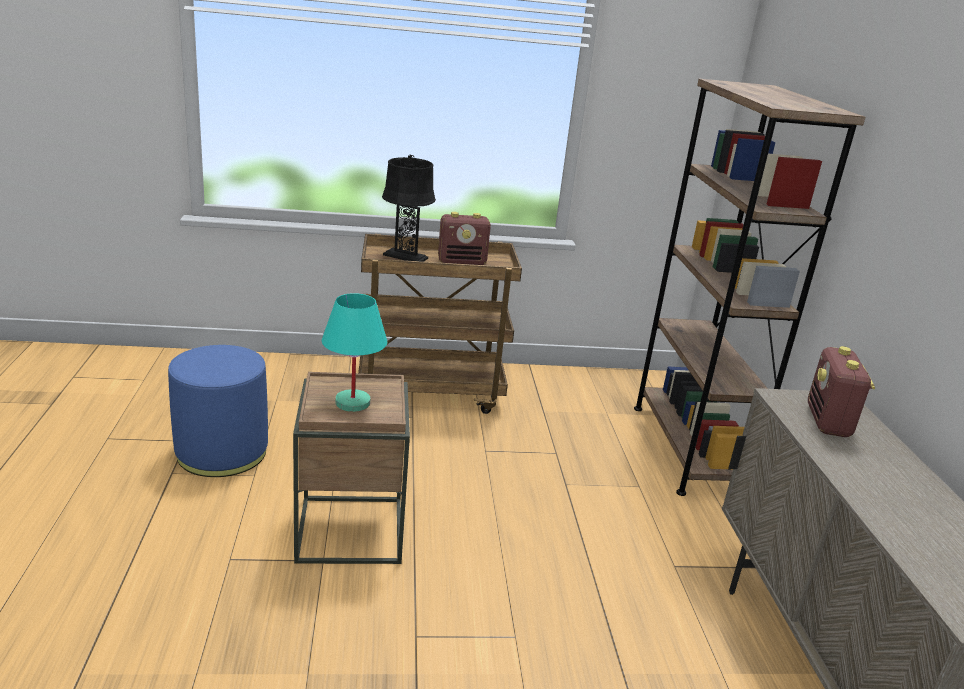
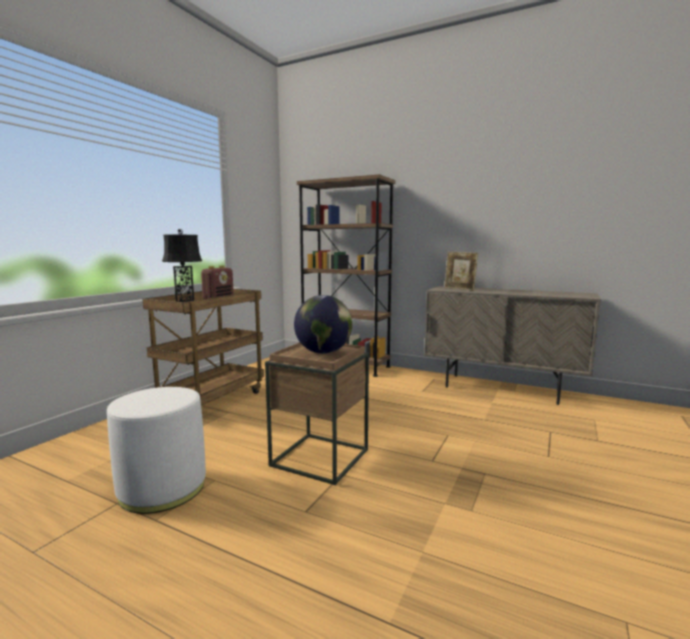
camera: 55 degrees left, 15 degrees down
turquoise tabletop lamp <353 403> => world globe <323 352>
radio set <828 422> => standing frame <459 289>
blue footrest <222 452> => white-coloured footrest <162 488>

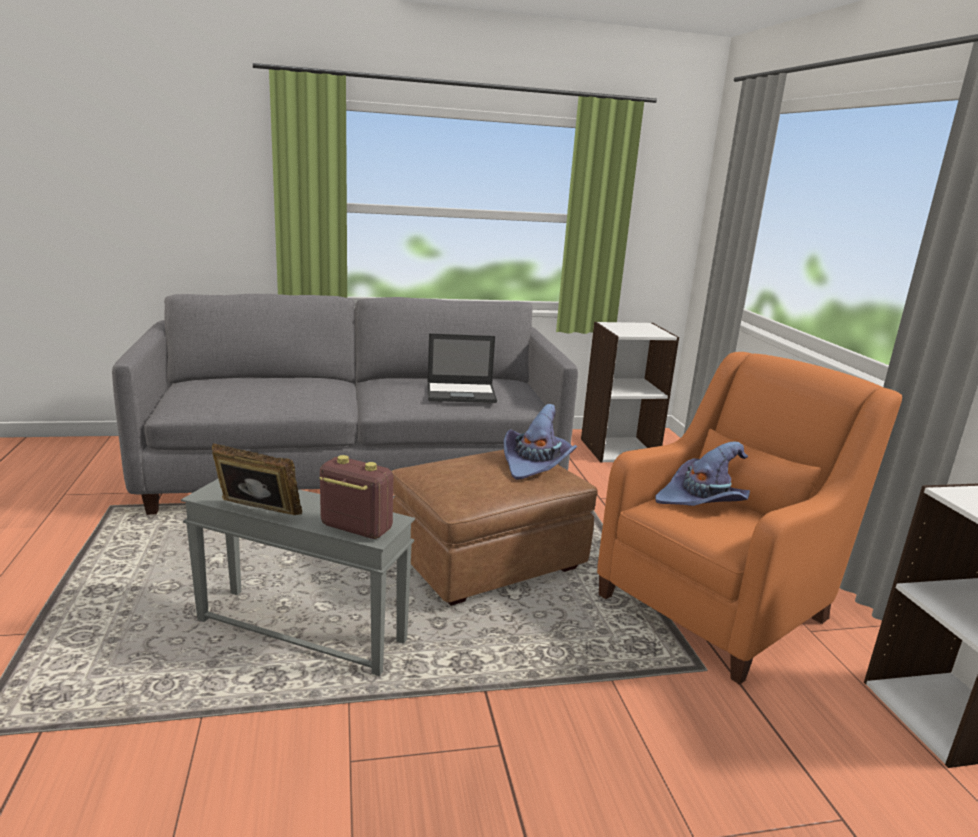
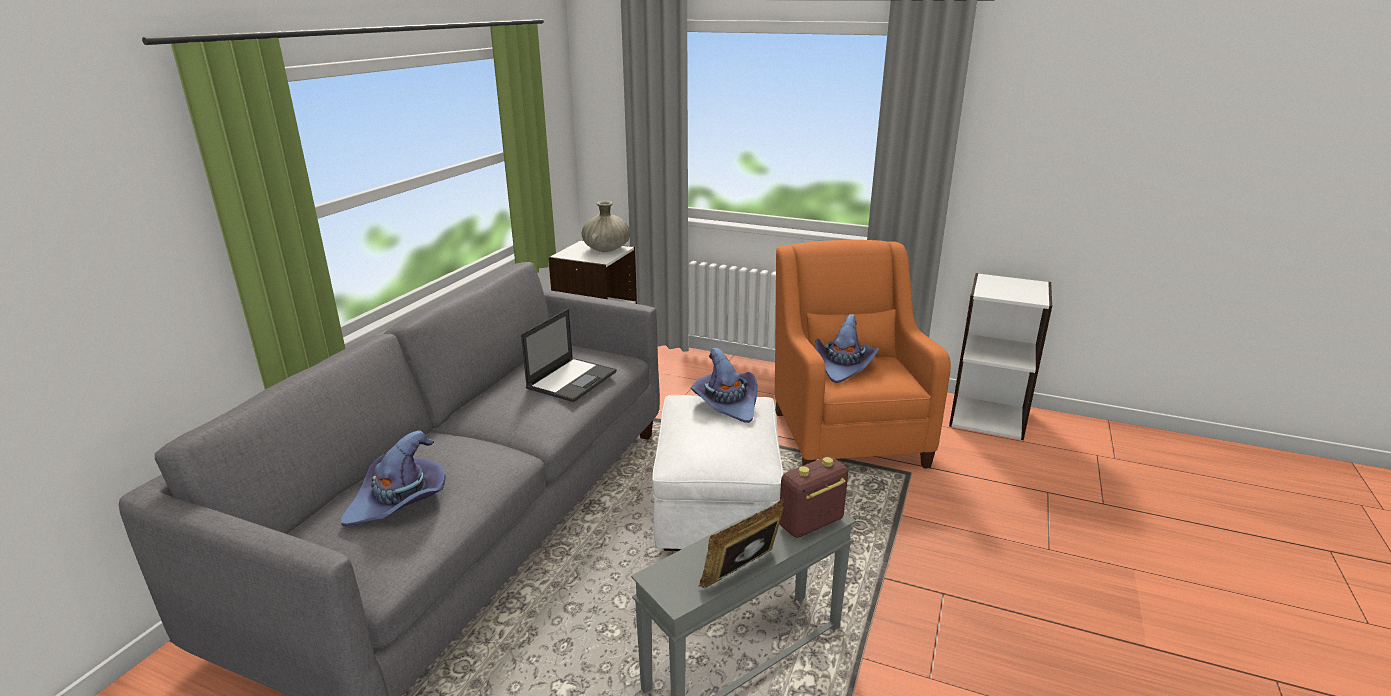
camera: 55 degrees left, 5 degrees up
nothing => purplish clothing hat <399 501>
nothing => sand-coloured flower vase <607 249>
brown-coloured footrest <488 561> => white-coloured footrest <716 508>

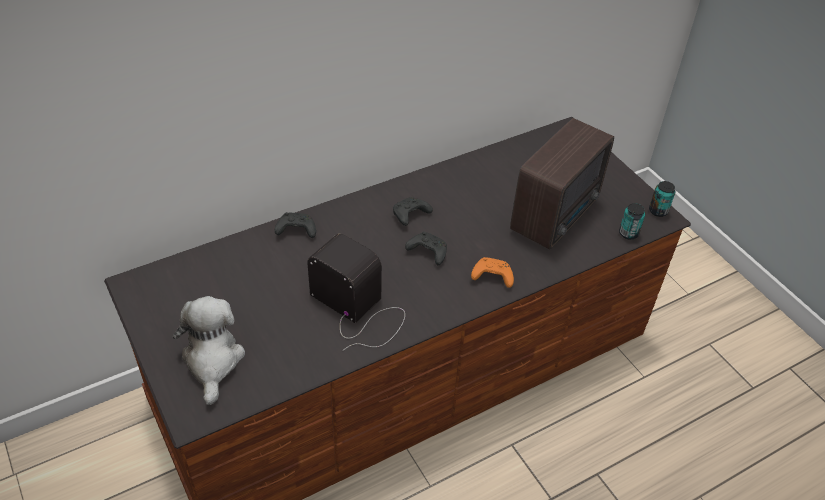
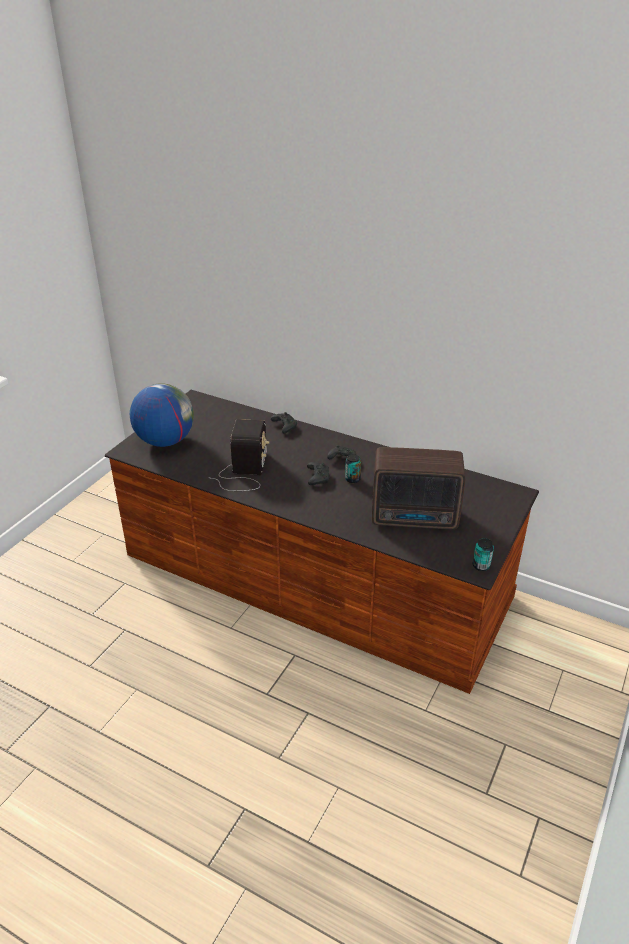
camera: 60 degrees right, 10 degrees down
orange-coloured gamepad <491 277> => nothing
sealed can <628 233> => sealed can <352 479>, move
soft toy <212 360> => world globe <165 441>

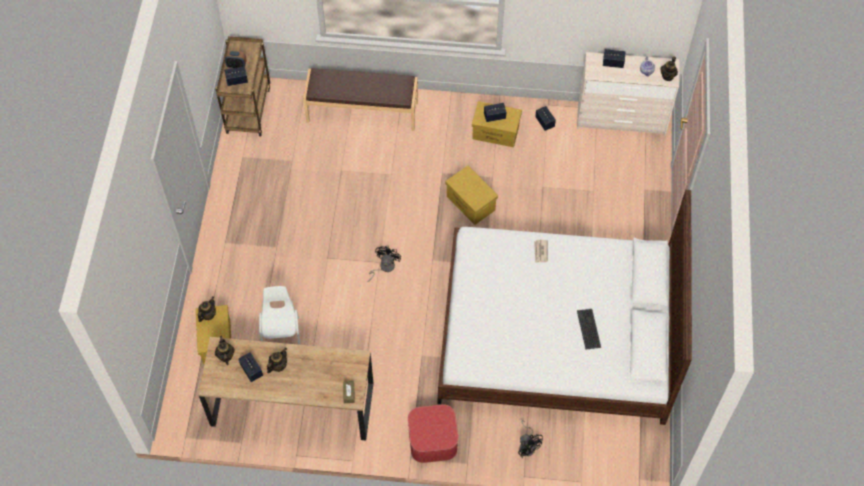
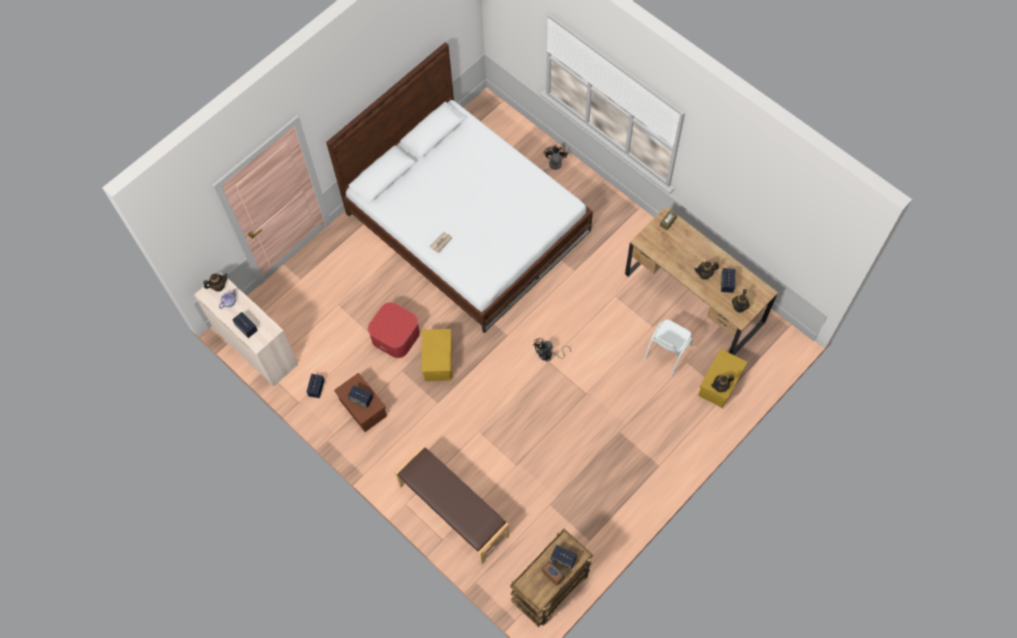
camera: 140 degrees left, 5 degrees up
PC keyboard <589 329> => nothing
footrest <432 439> => footrest <395 335>, move
yellow-coloured storage bin <495 132> => brown-coloured storage bin <363 408>

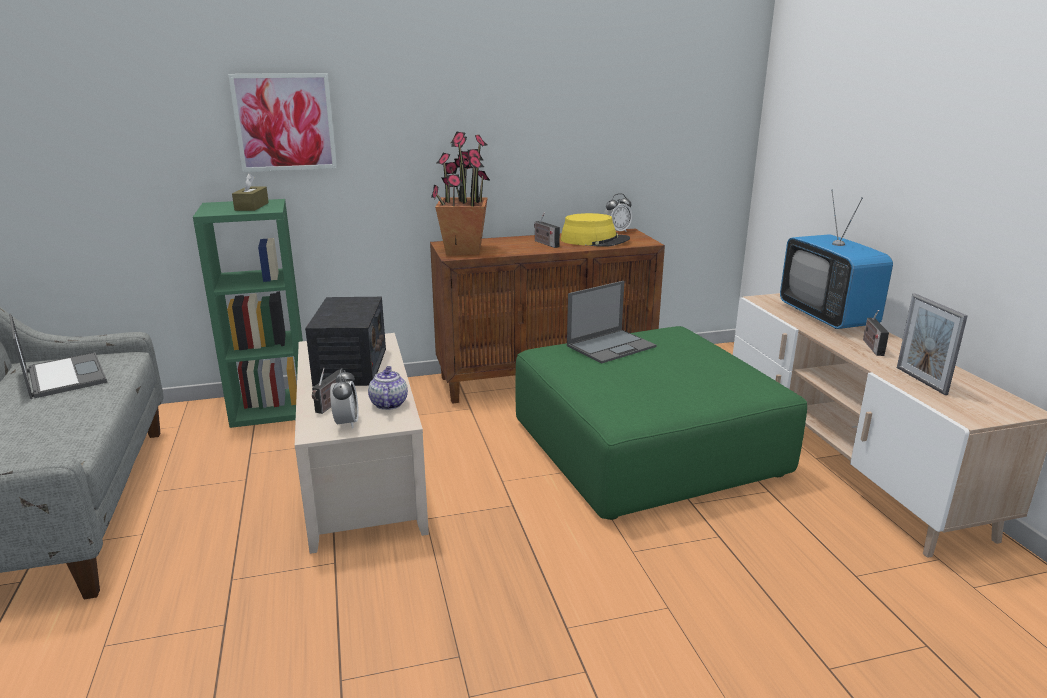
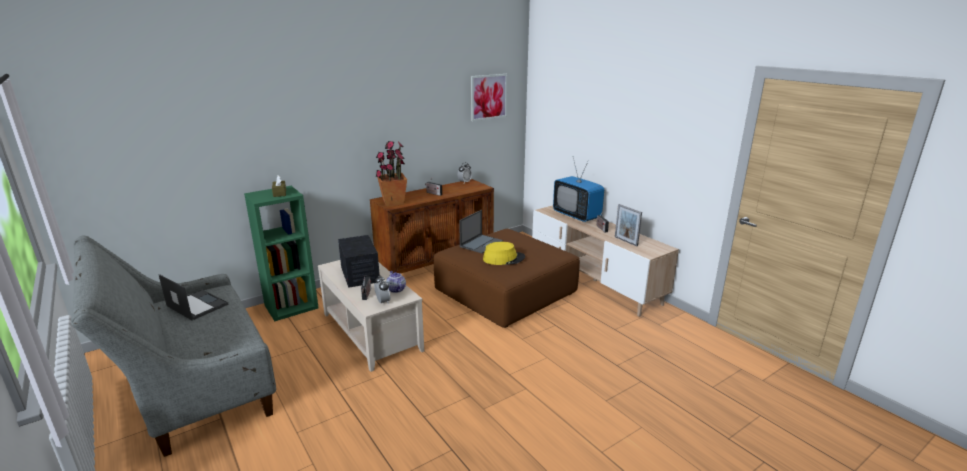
camera: 20 degrees left, 0 degrees up
picture <284 122> => picture <488 97>, move
yellow-coloured clothing hat <594 240> => yellow-coloured clothing hat <503 258>, move
greenish footrest <646 446> => brown-coloured footrest <505 291>

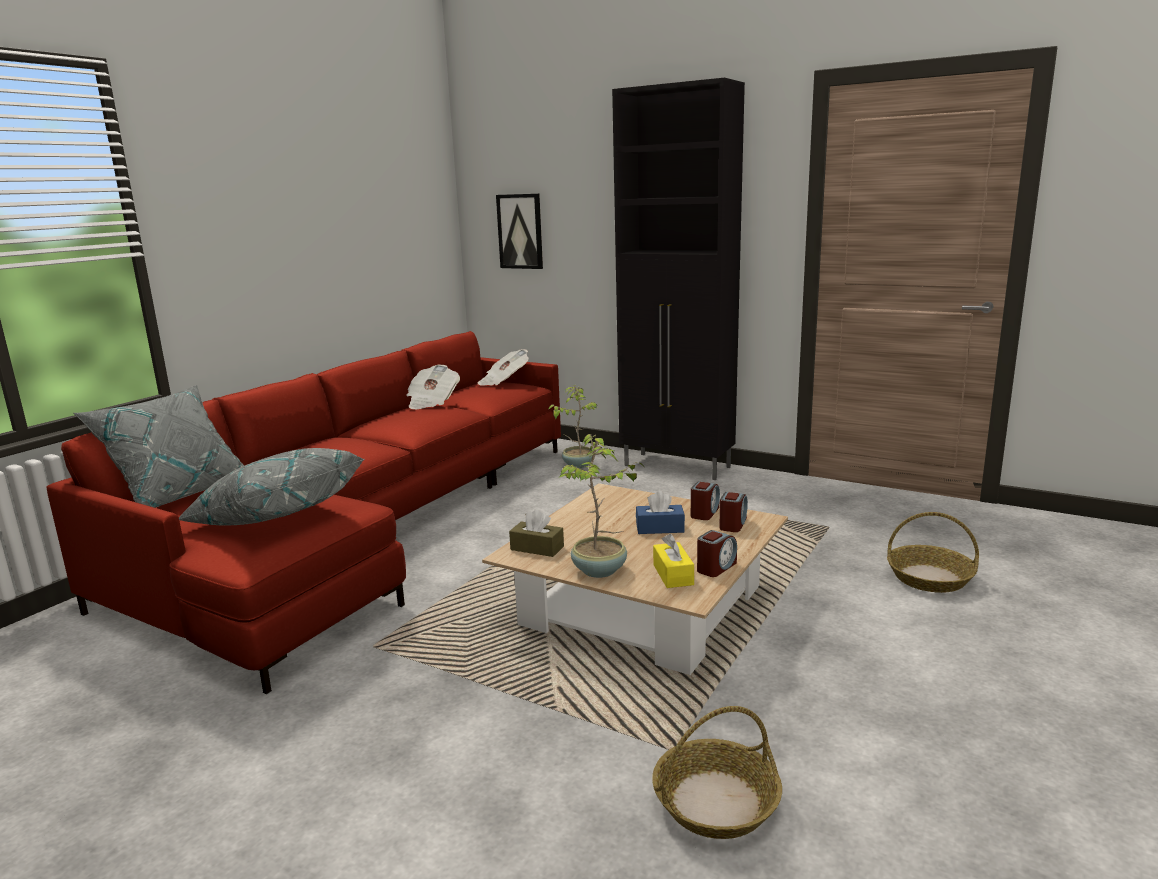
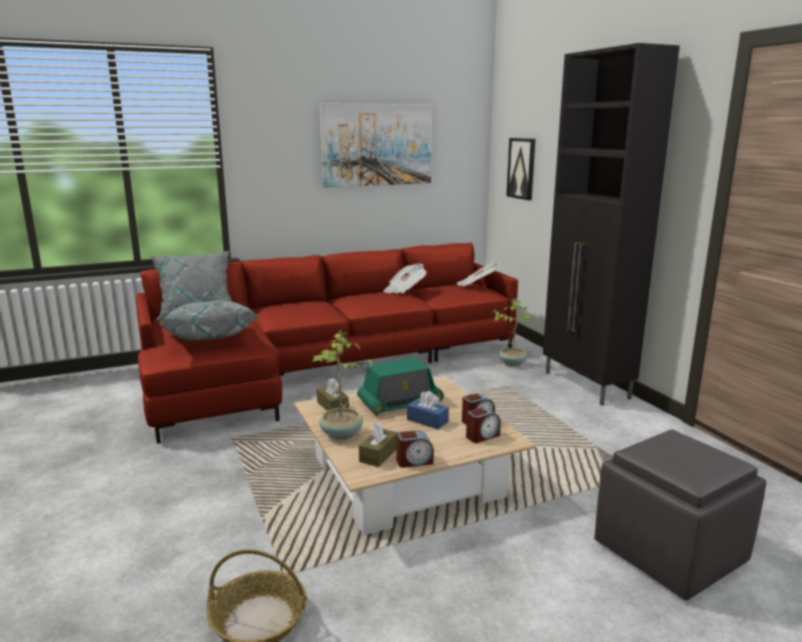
camera: 35 degrees right, 0 degrees up
nothing => picture <377 145>
nothing => radio set <400 403>
household basket <929 578> => gray footrest <668 552>
yellow-coloured tissue holder <673 574> => brown-coloured tissue holder <378 455>

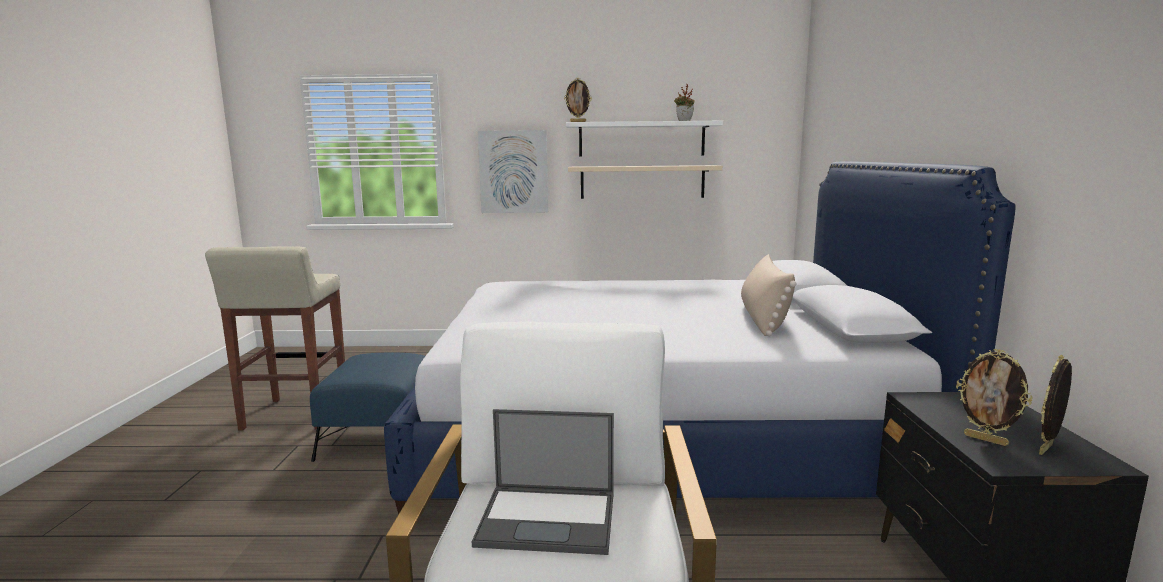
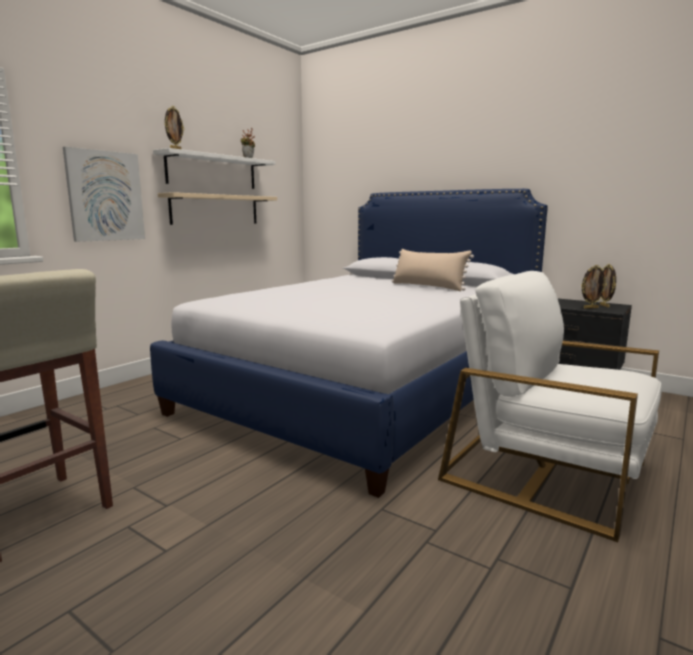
camera: 55 degrees left, 0 degrees up
blue footrest <379 437> => nothing
laptop <549 519> => nothing

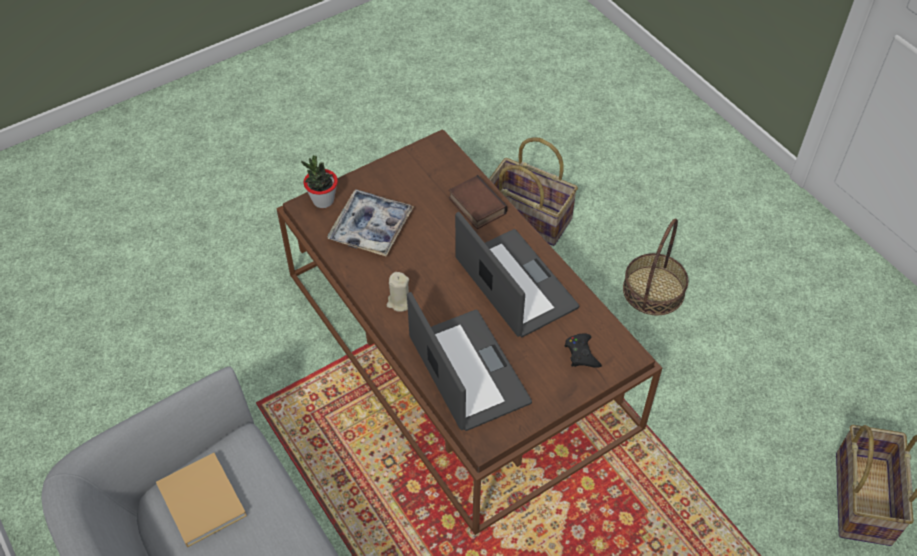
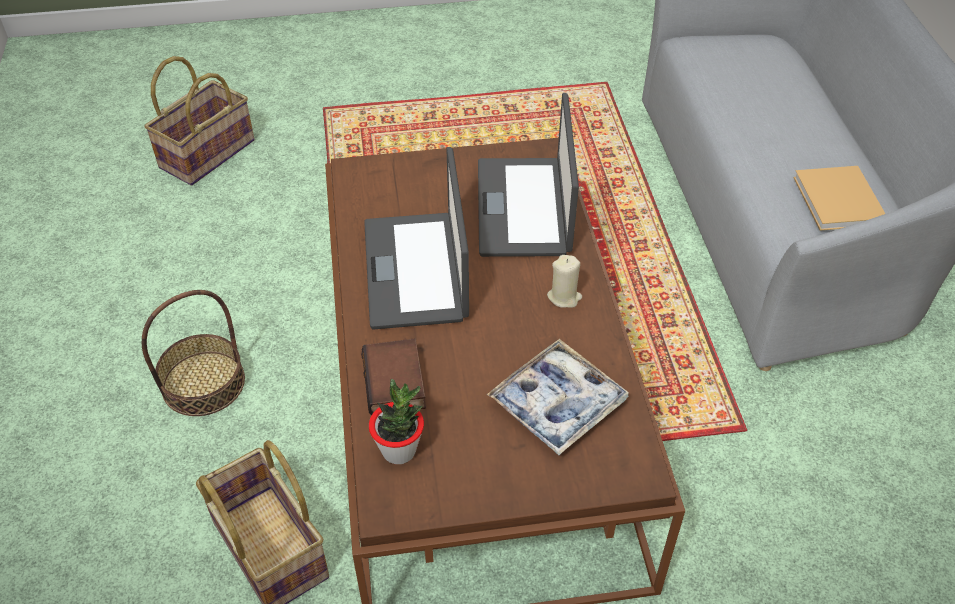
camera: 155 degrees left, 5 degrees down
black-coloured gamepad <581 354> => nothing
houseplant <323 200> => houseplant <399 450>, move

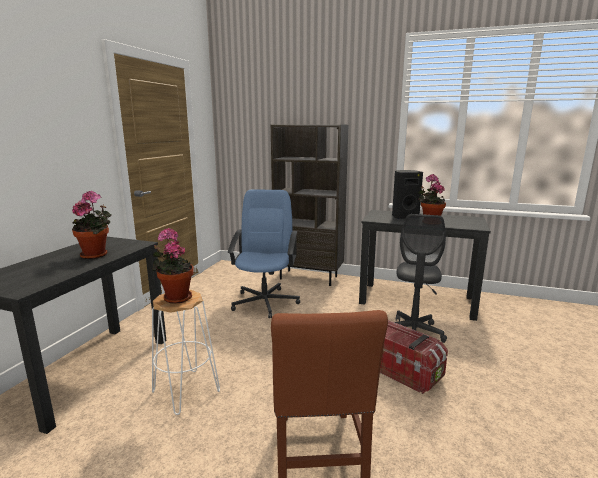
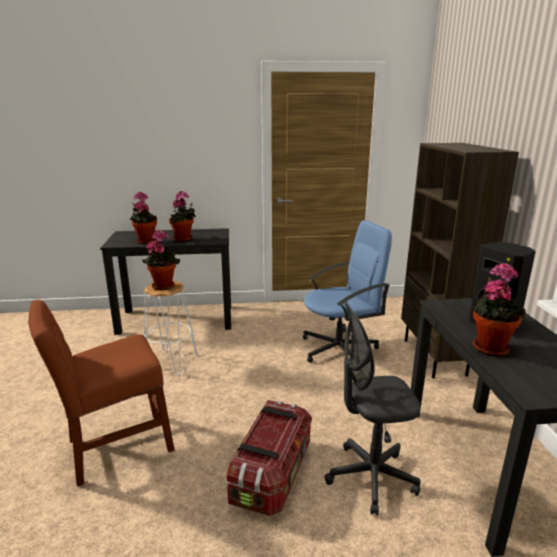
camera: 65 degrees right, 5 degrees up
nothing => houseplant <145 241>

